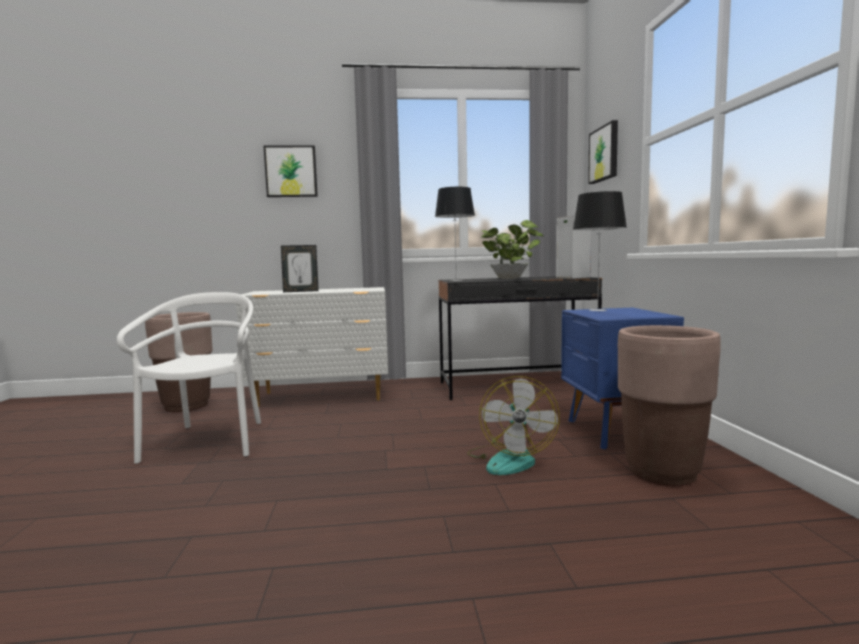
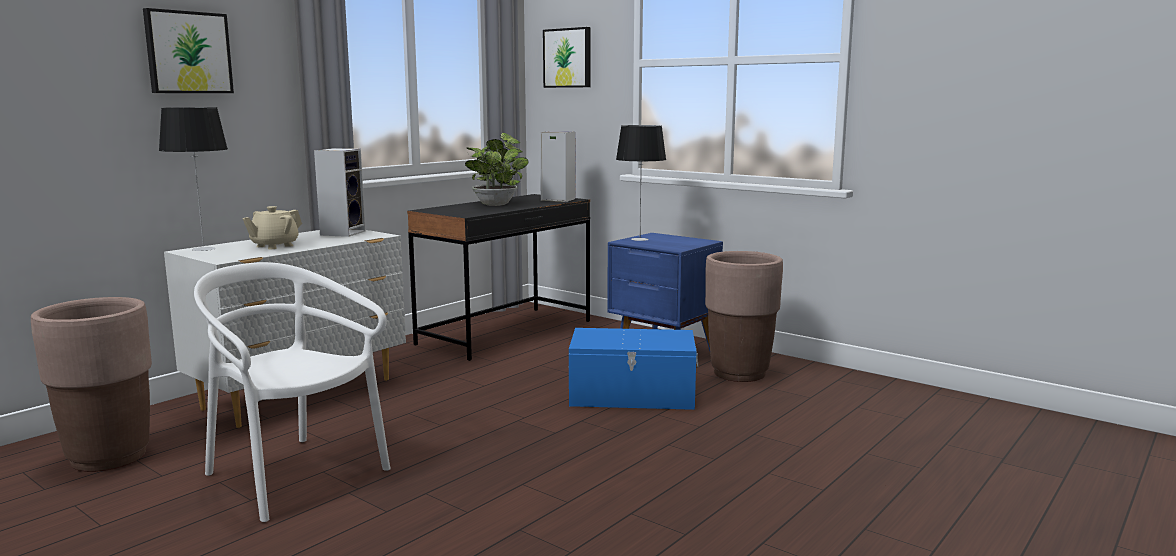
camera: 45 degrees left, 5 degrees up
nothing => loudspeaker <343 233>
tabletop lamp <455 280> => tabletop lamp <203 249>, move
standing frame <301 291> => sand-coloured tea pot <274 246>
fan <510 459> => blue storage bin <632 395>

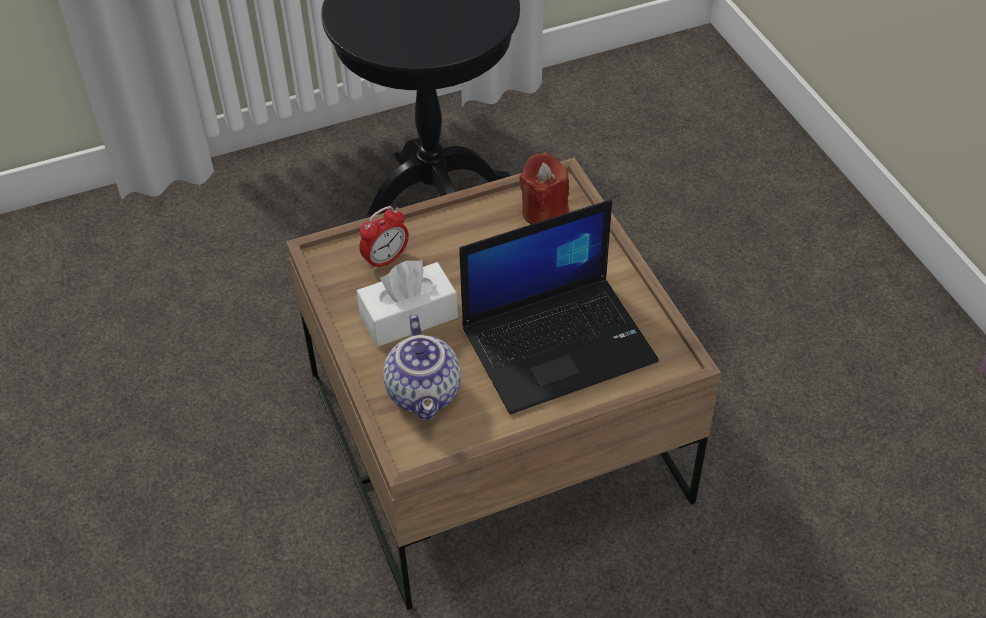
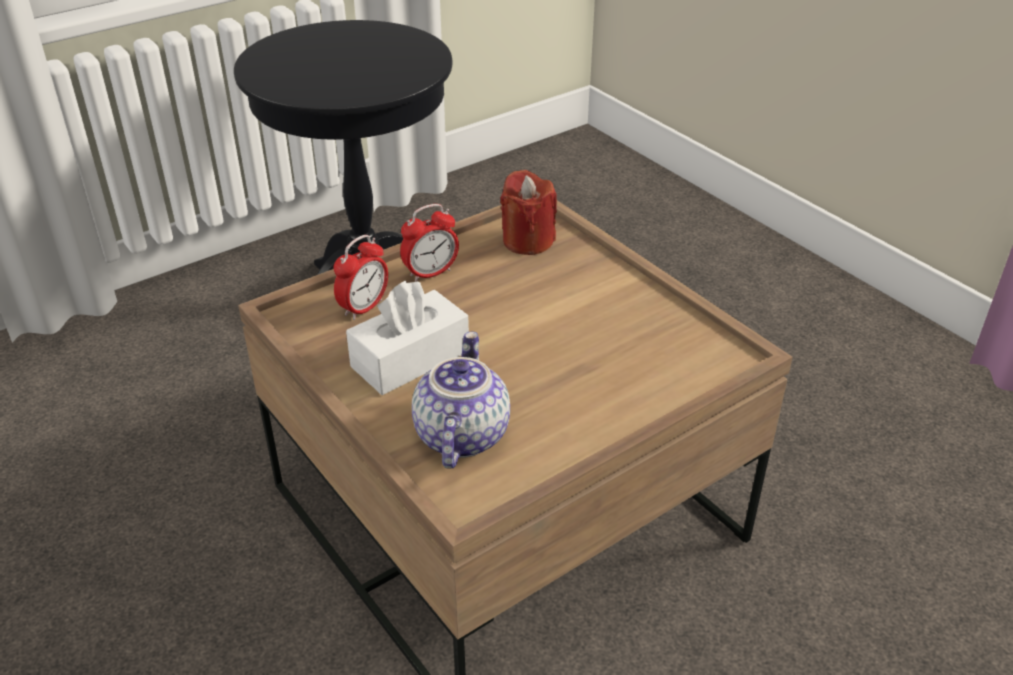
camera: 15 degrees left, 10 degrees down
laptop <559 342> => nothing
nothing => bedside clock <430 273>
tea pot <426 393> => tea pot <459 435>, 150 degrees counterclockwise

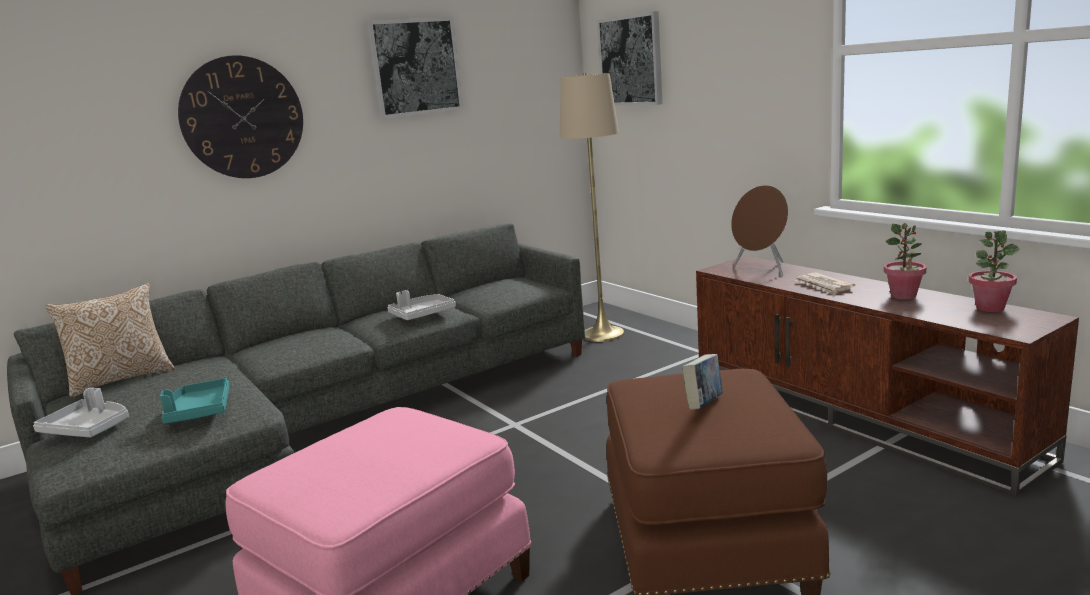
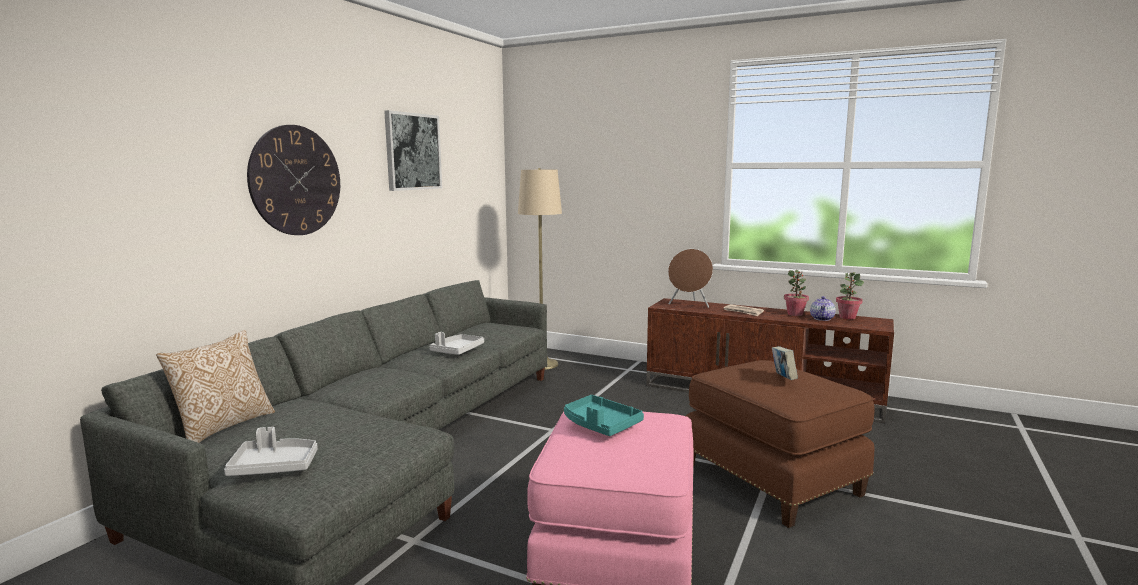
camera: 30 degrees left, 5 degrees down
picture <631 60> => nothing
nothing => tea pot <822 319>
turquoise tray <199 411> => turquoise tray <600 425>, move

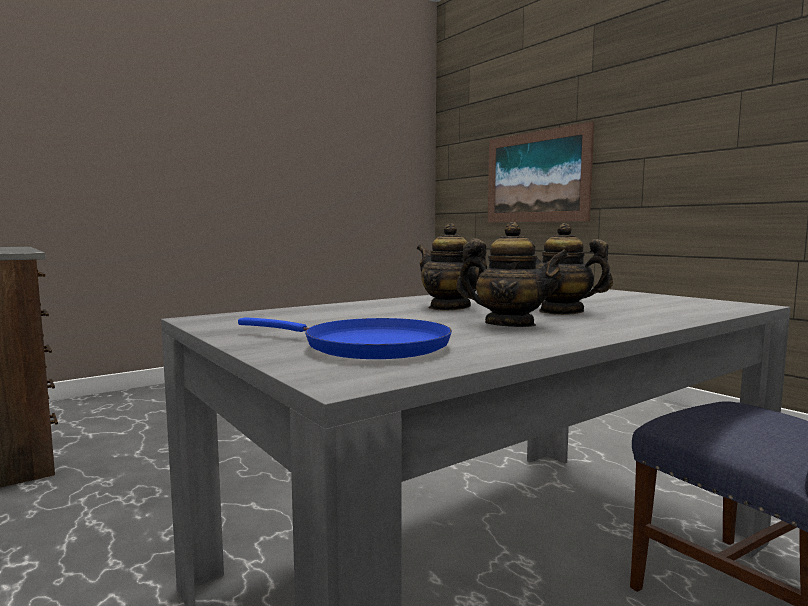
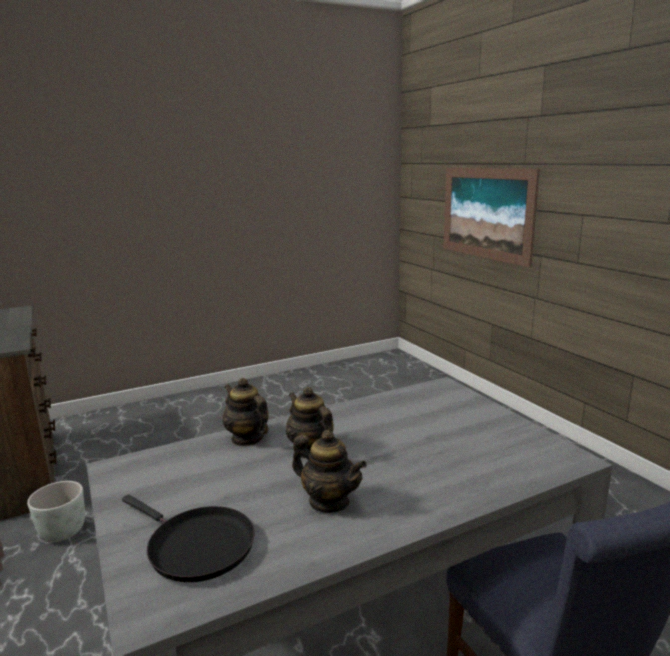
camera: 10 degrees right, 10 degrees up
nothing => gray planter <62 532>
tea pot <561 311> => tea pot <247 438>, move
blue frying pan <367 346> => black-coloured frying pan <196 546>

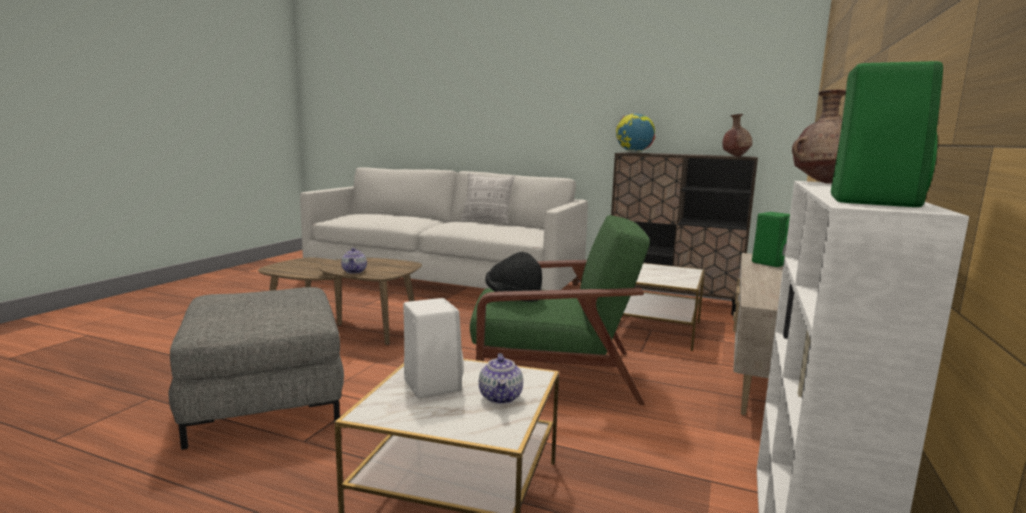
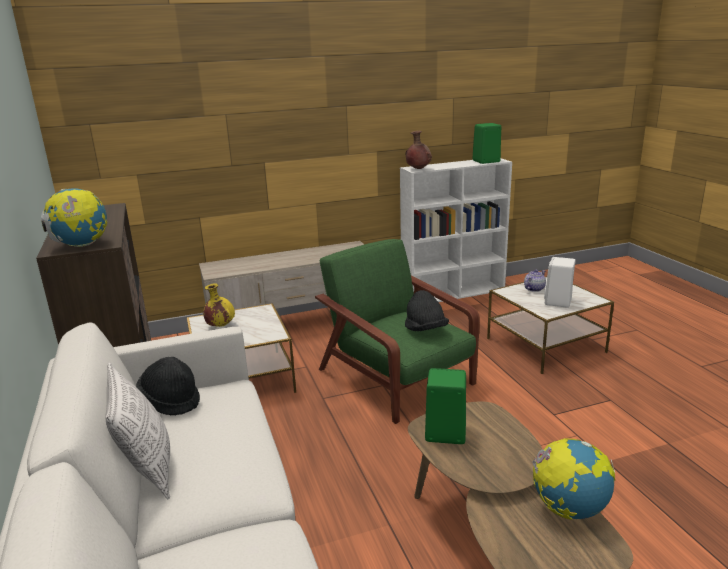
camera: 130 degrees left, 10 degrees up
gray footrest <264 398> => nothing
tea pot <354 271> => nothing
brown-coloured flower vase <735 156> => nothing
nothing => black-coloured clothing hat <171 401>
nothing => yellow-coloured flower vase <220 326>
nothing => world globe <569 509>
greenish loudspeaker <771 263> => greenish loudspeaker <443 433>, move

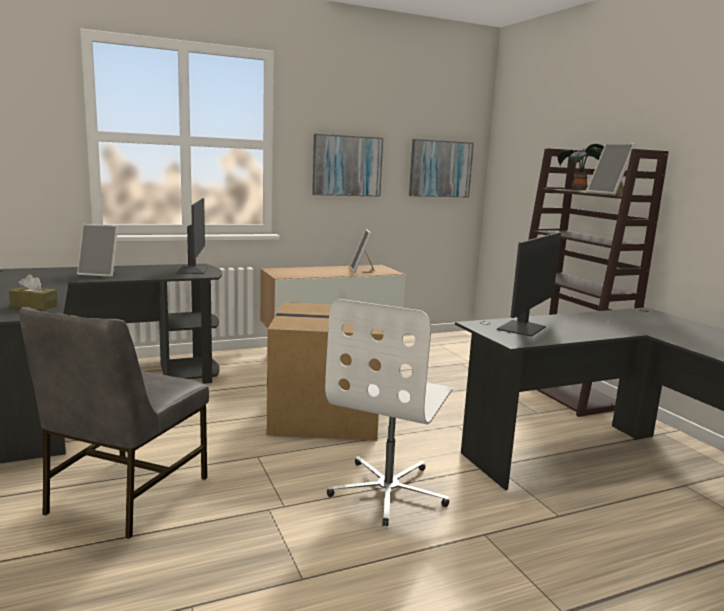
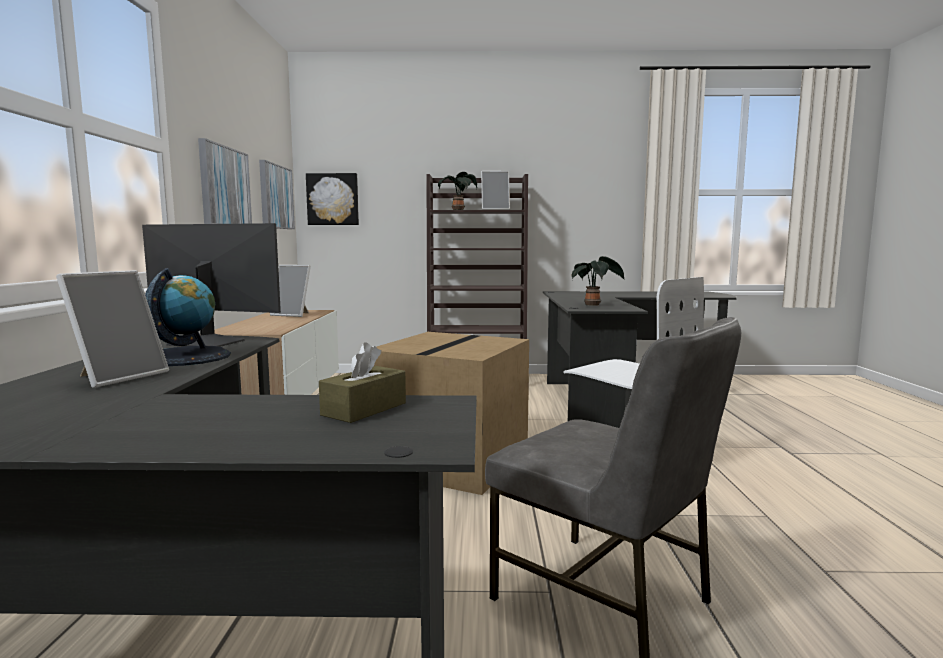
camera: 65 degrees left, 5 degrees down
nothing => world globe <186 357>
nothing => picture <333 199>
computer screen <523 328> => houseplant <594 305>

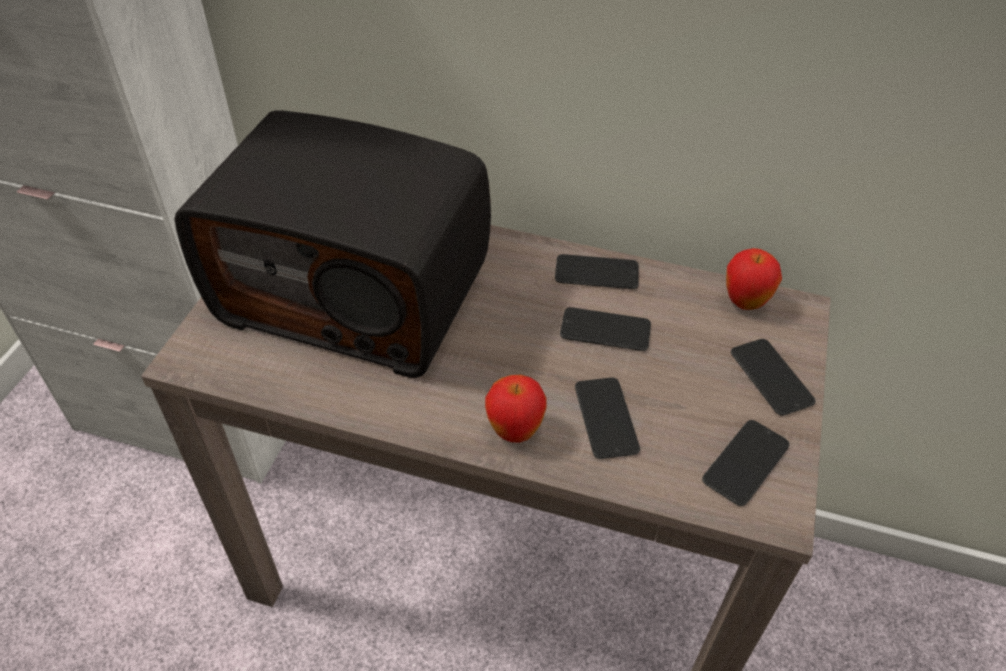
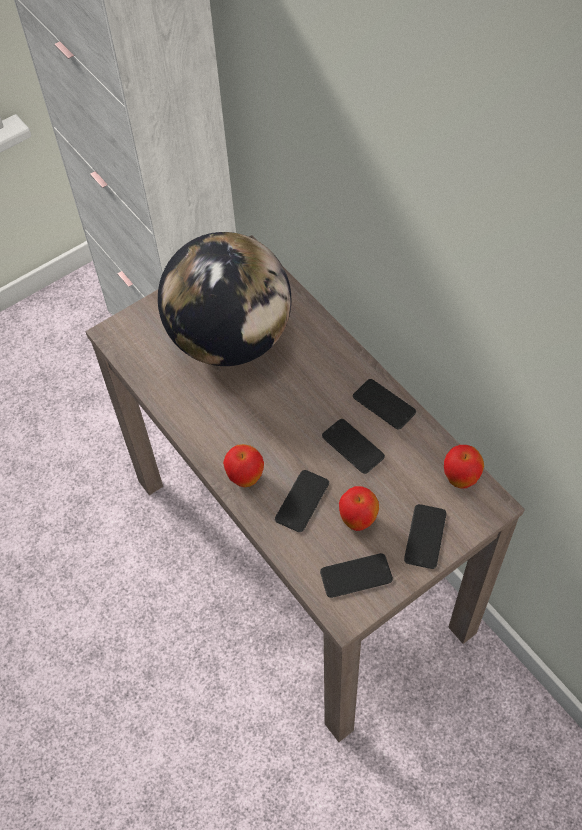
camera: 40 degrees right, 10 degrees up
nothing => apple <358 520>
radio set <356 292> => world globe <230 339>

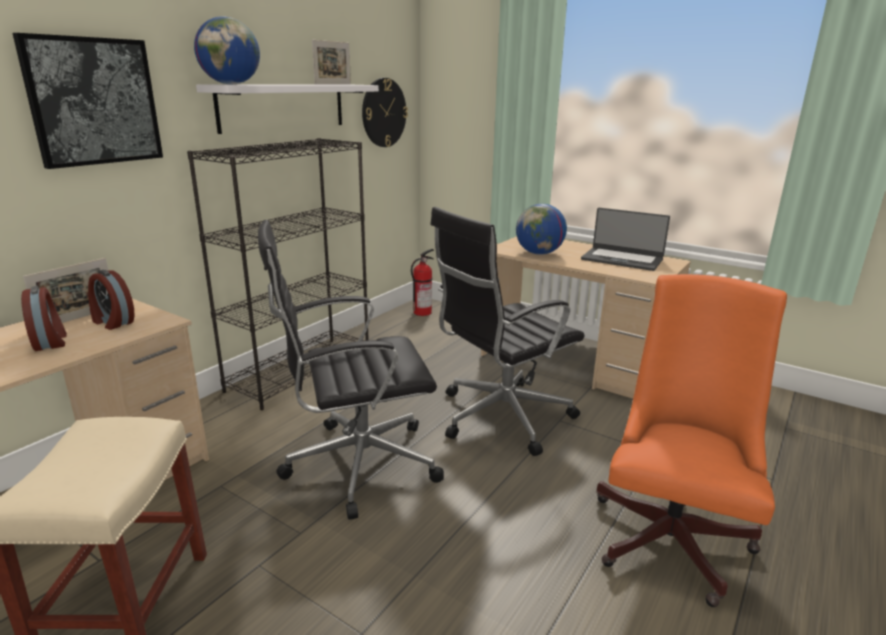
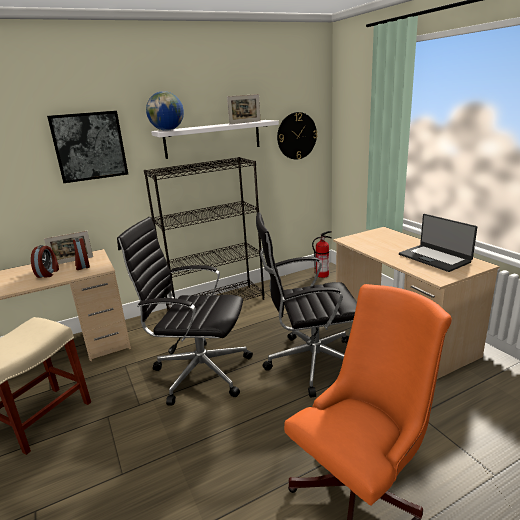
camera: 30 degrees right, 0 degrees up
world globe <539 253> => nothing

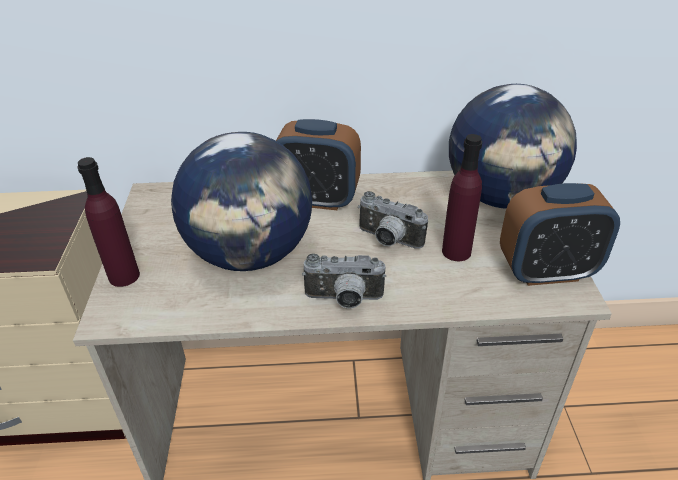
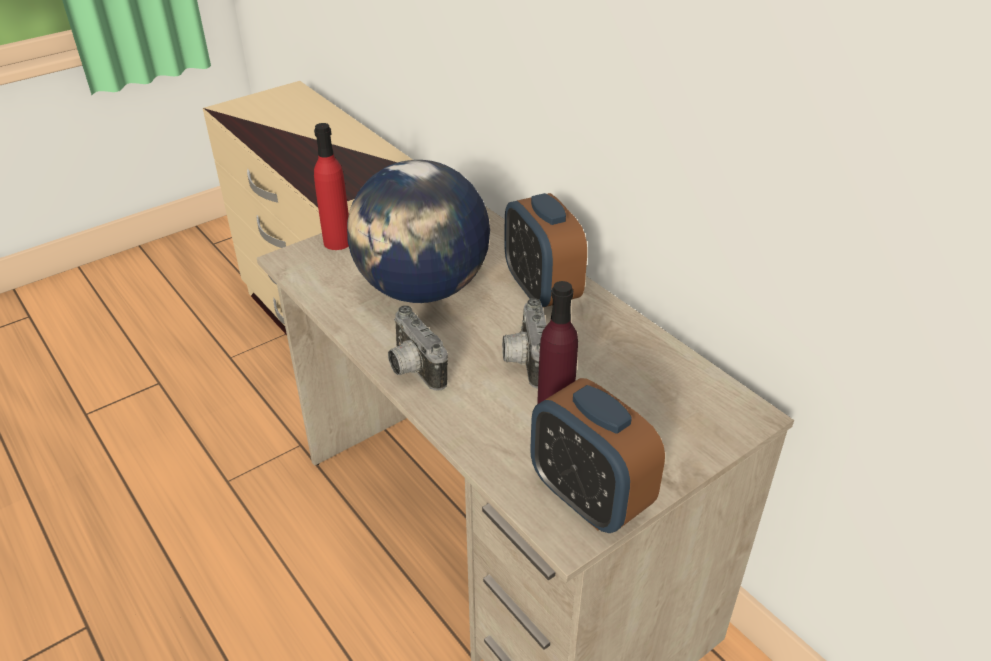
camera: 55 degrees right, 0 degrees up
world globe <501 198> => nothing
purplish drink bottle <124 276> => reddish drink bottle <337 242>

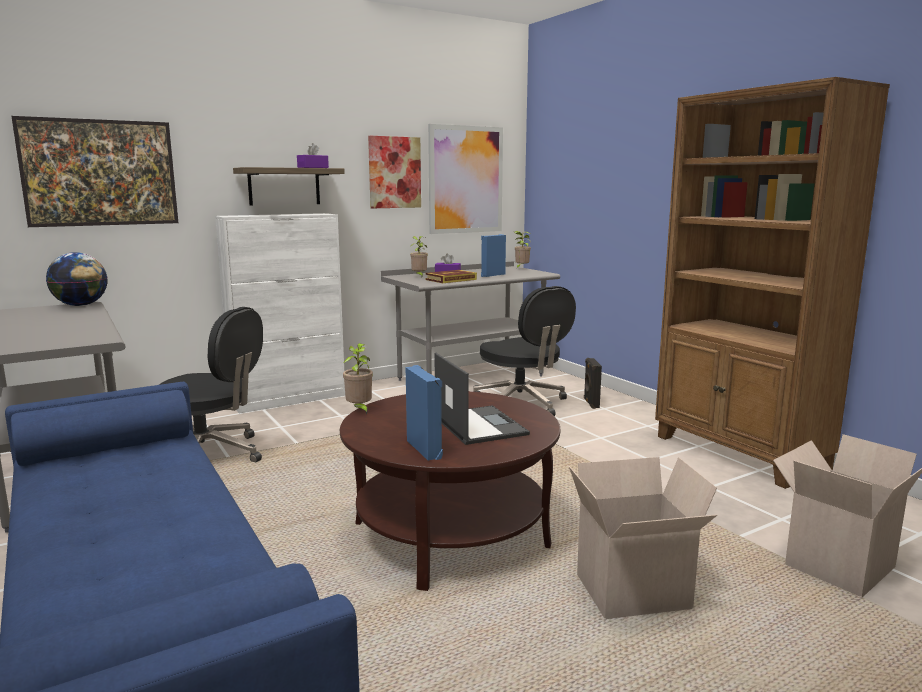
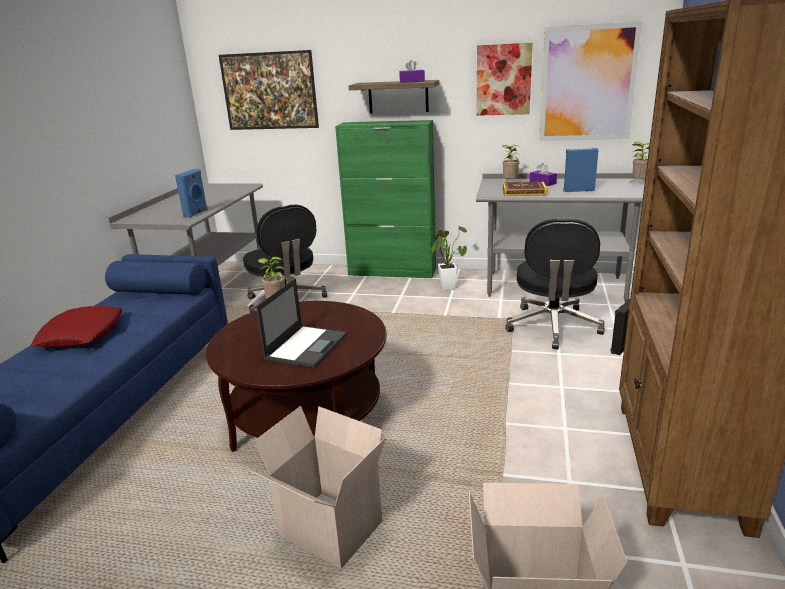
camera: 45 degrees right, 10 degrees up
world globe <80 305> => nothing
nothing => reddish pillow <81 334>
nothing => houseplant <447 286>
blue loudspeaker <425 449> => blue loudspeaker <196 213>, move
white-coloured cupboard <289 399> => greenish cupboard <392 272>

